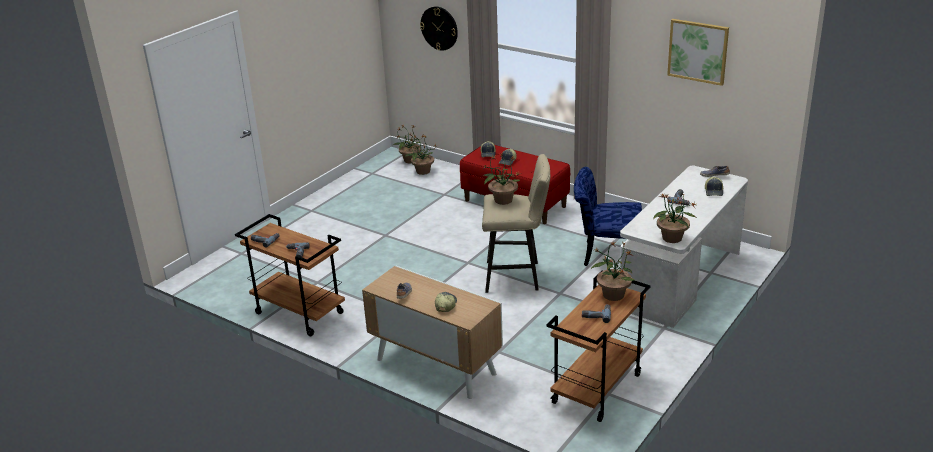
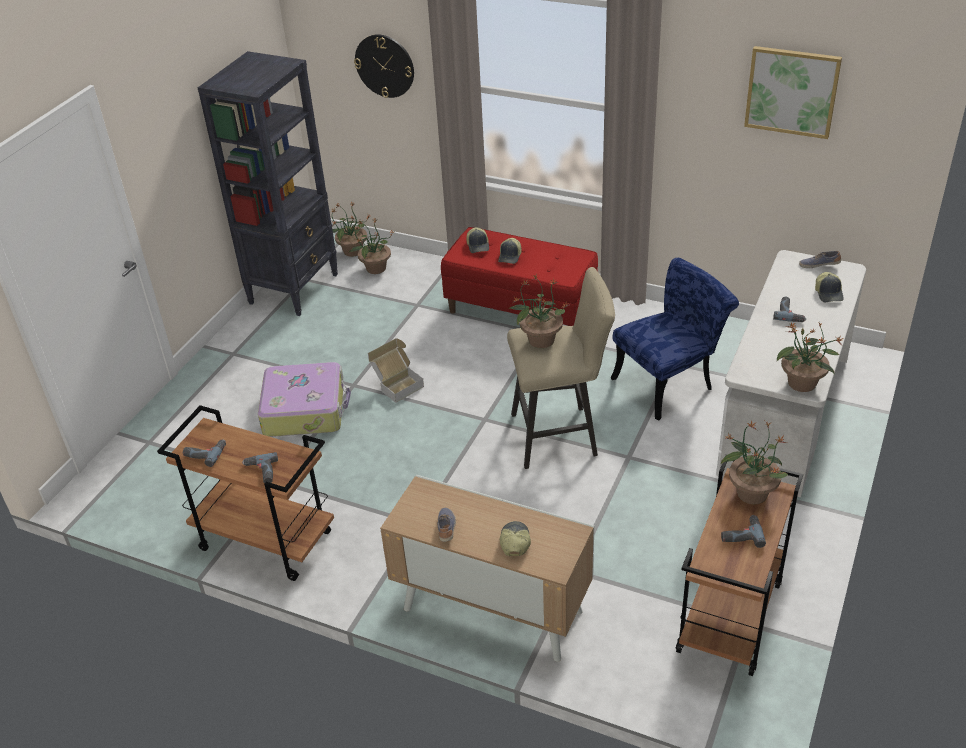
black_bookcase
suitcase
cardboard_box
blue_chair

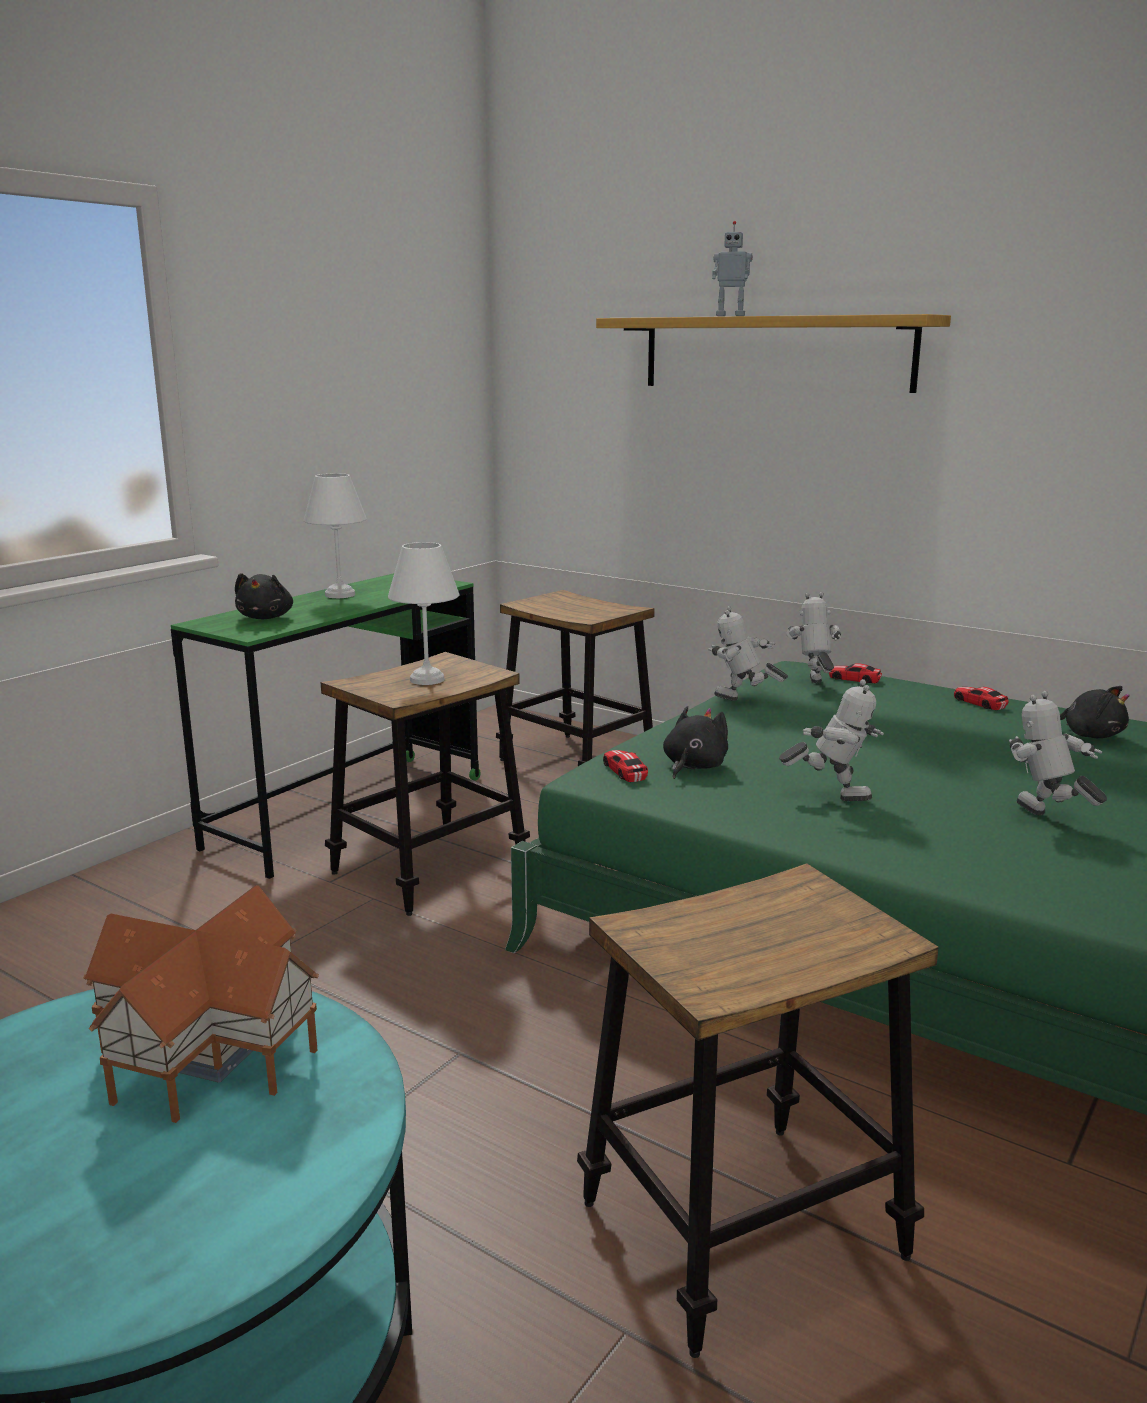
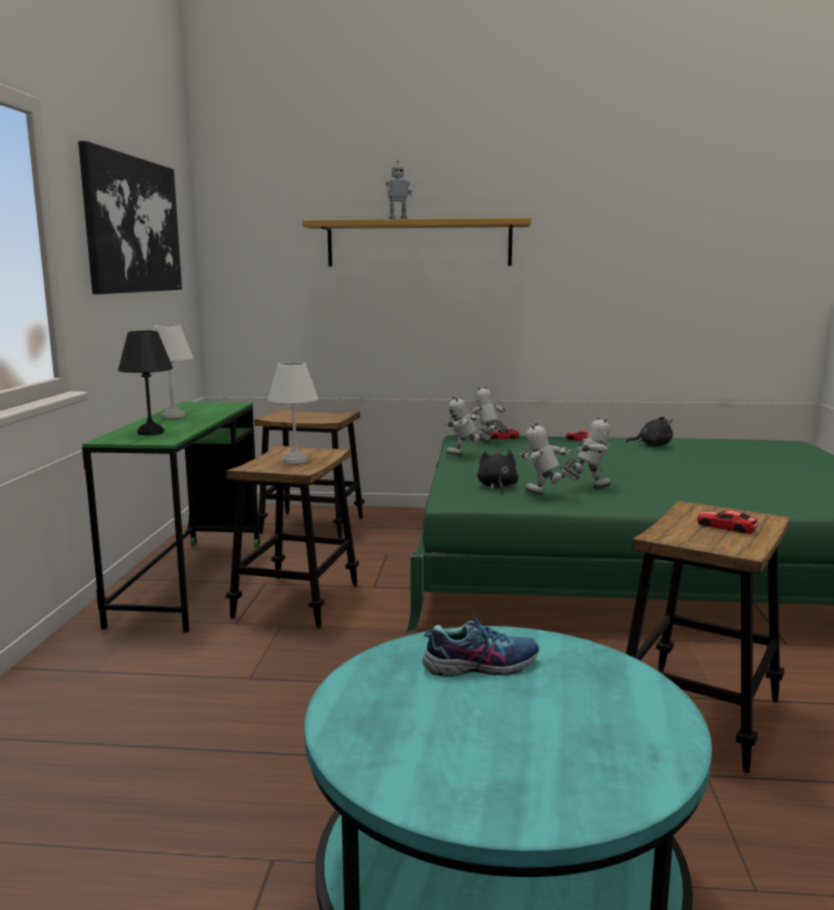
picture
black_table_lamp
shoe
toy_robot (no. 4 from left)
toy_car (no. 3 from left)

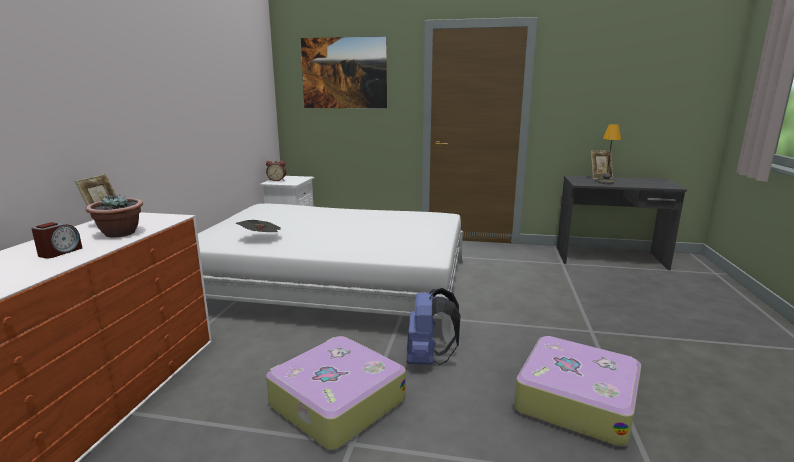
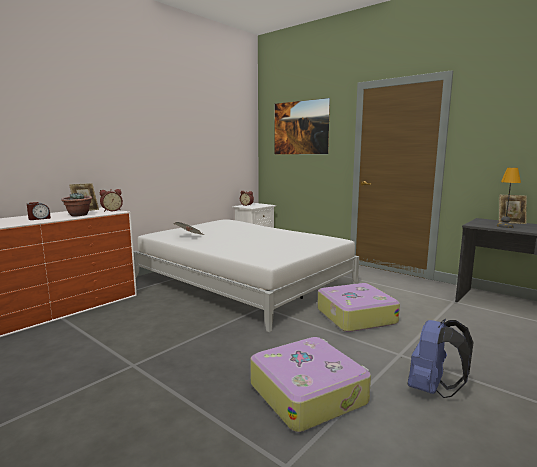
alarm_clock (no. 2 from left)
suitcase (no. 2 from left)
blue_backpack

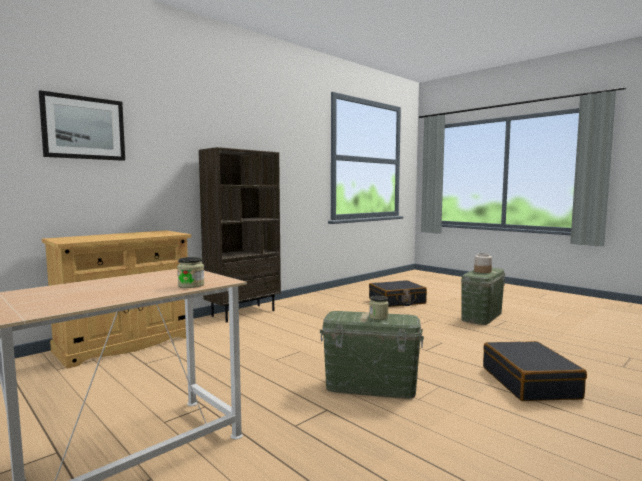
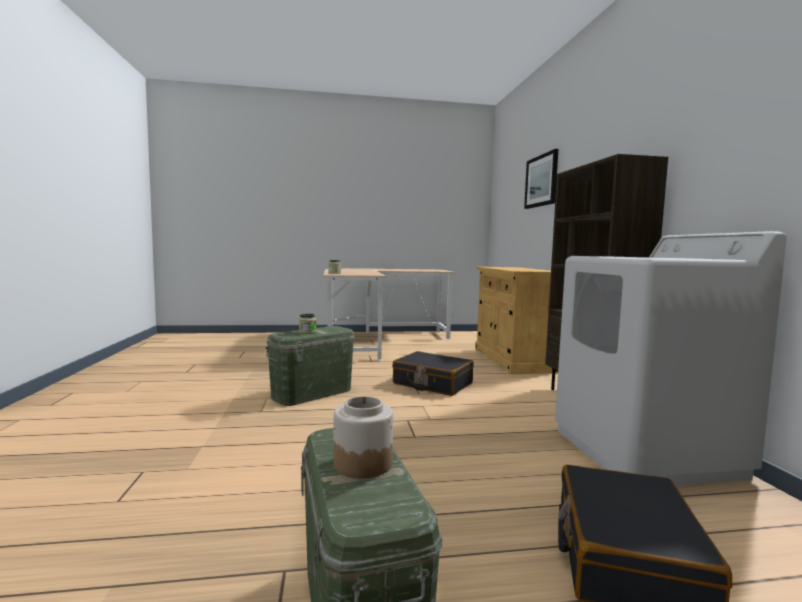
black_suitcase (no. 1 from left)
white_washing_machine

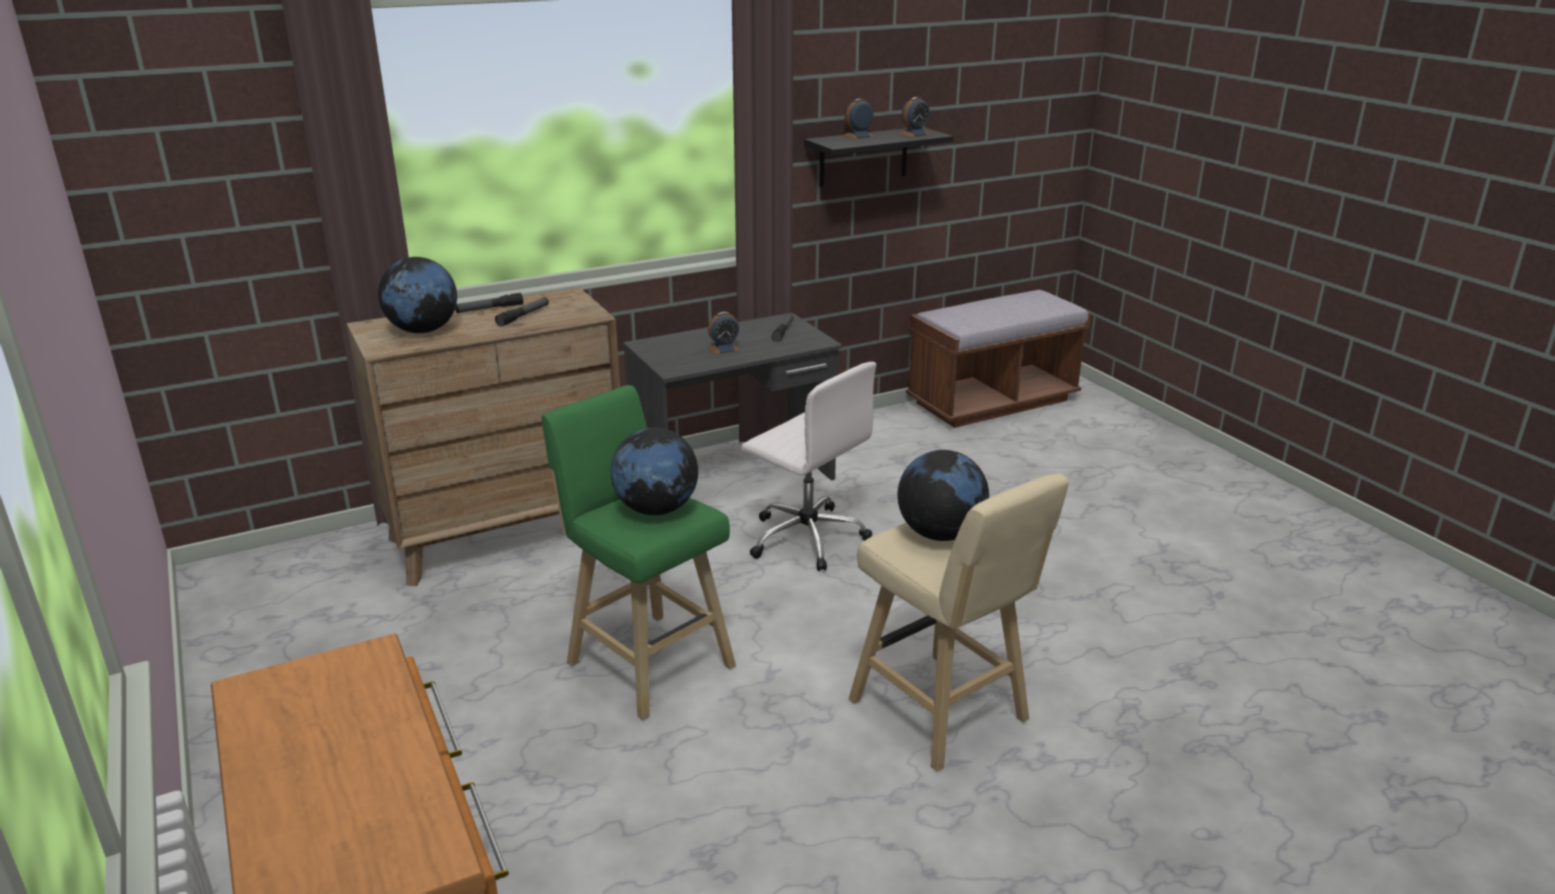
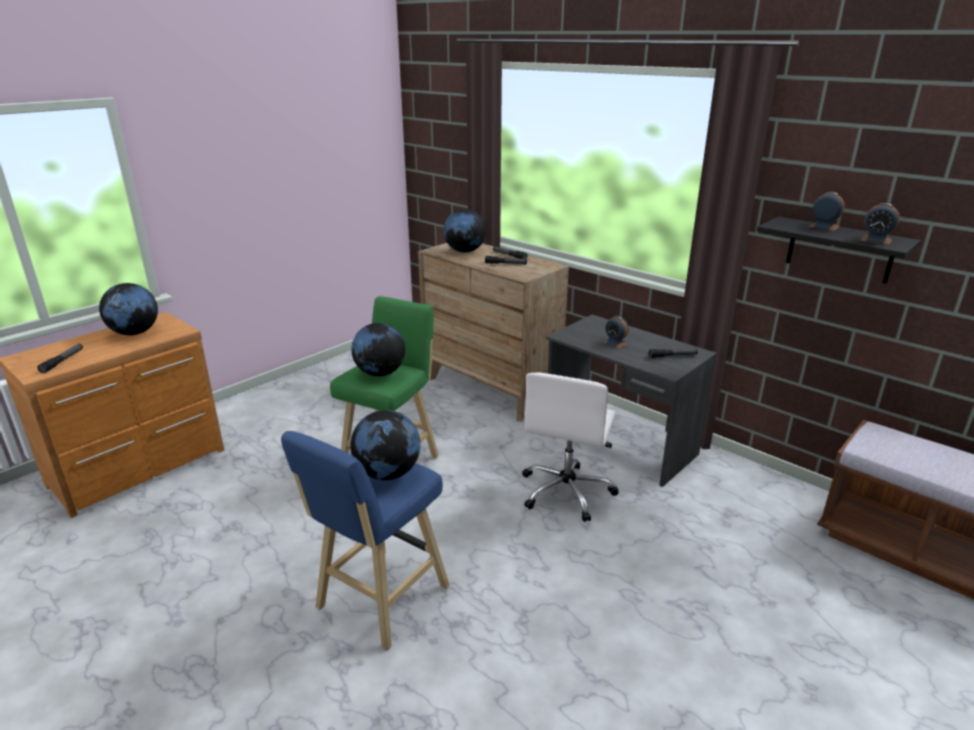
flashlight (no. 1 from left)
globe (no. 1 from left)
blue_stool

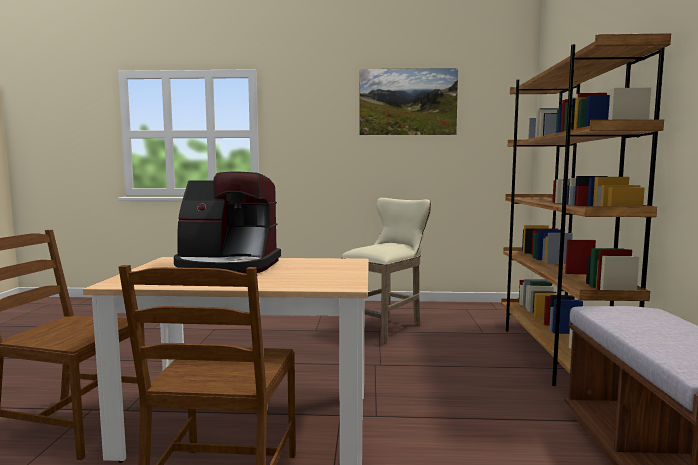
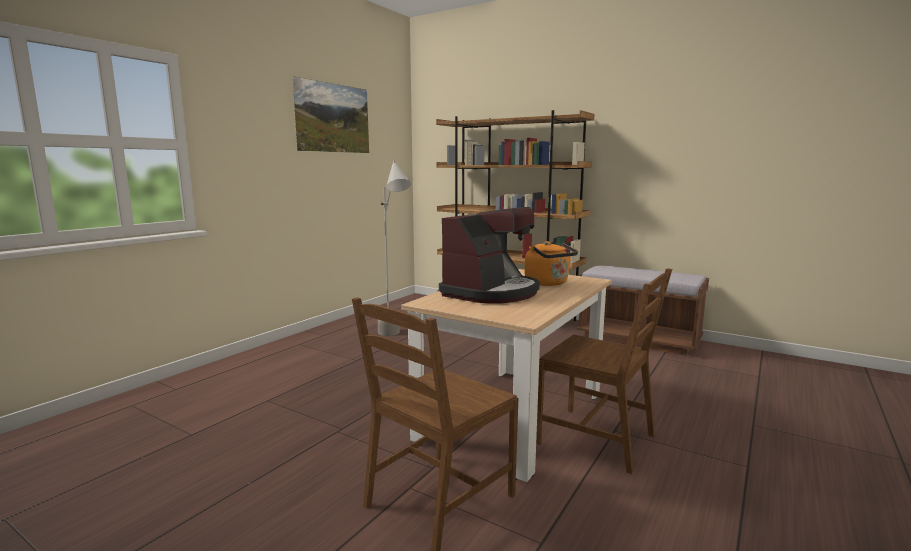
grey_floor_lamp
orange_kettle

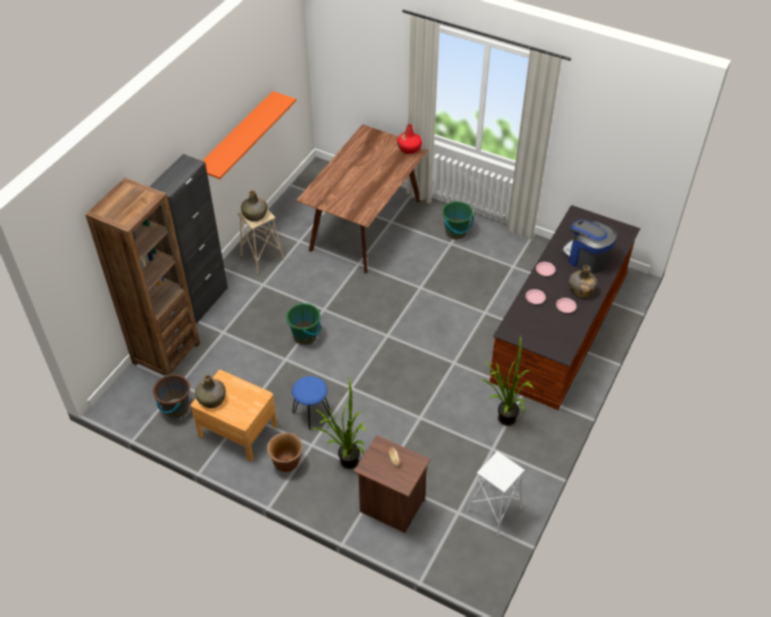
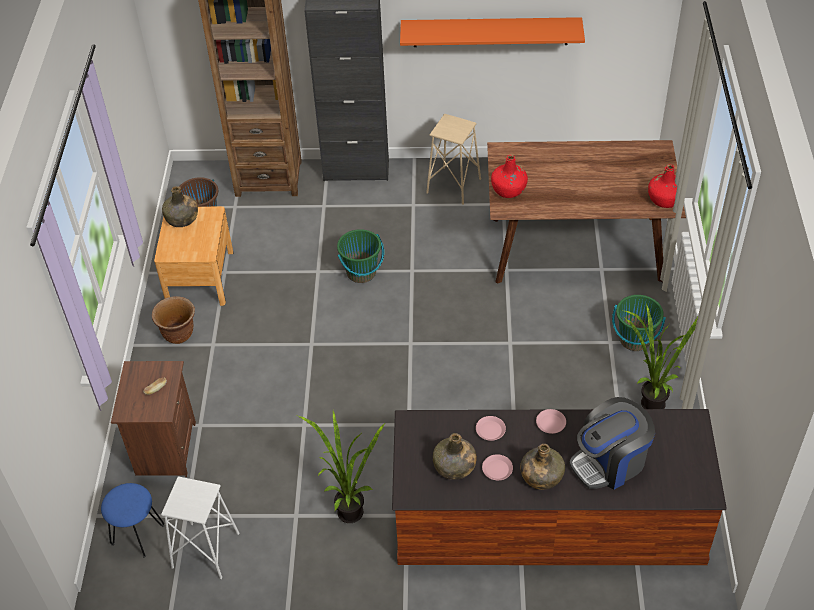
blue_stool
green_bottle (no. 2 from left)
red_bottle (no. 1 from left)
coffee_machine
potted_plant (no. 2 from left)

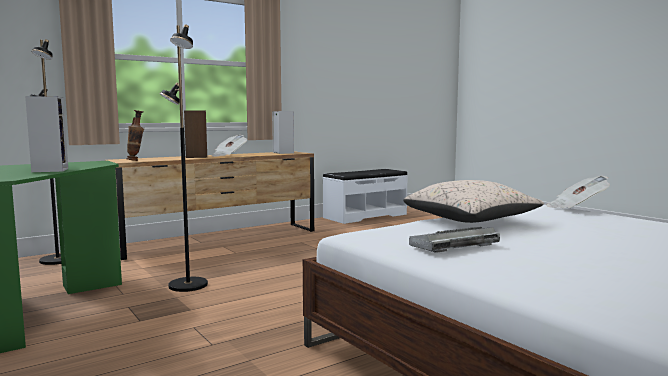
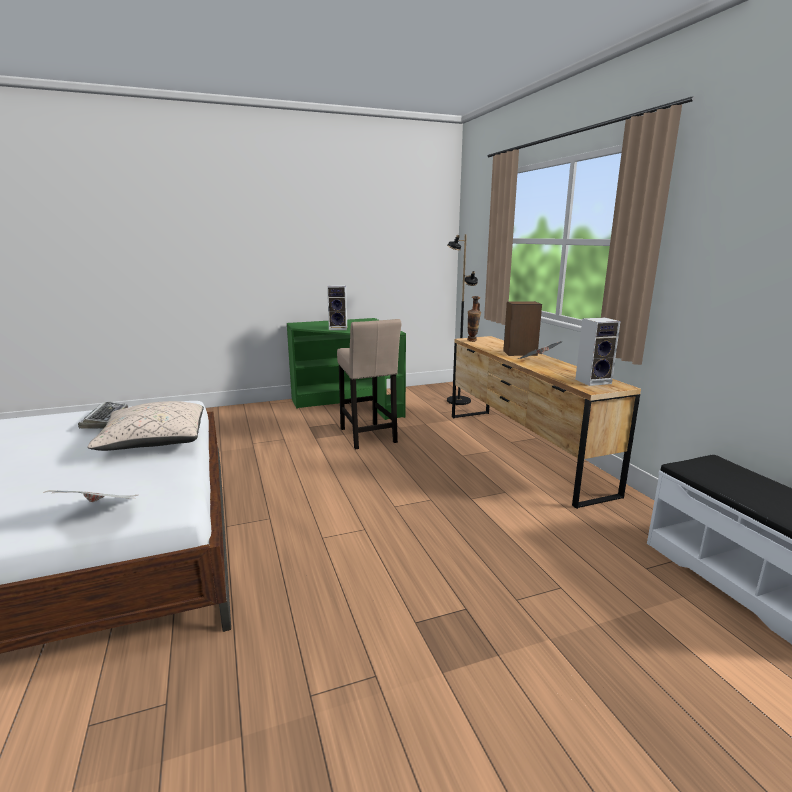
beige_stool

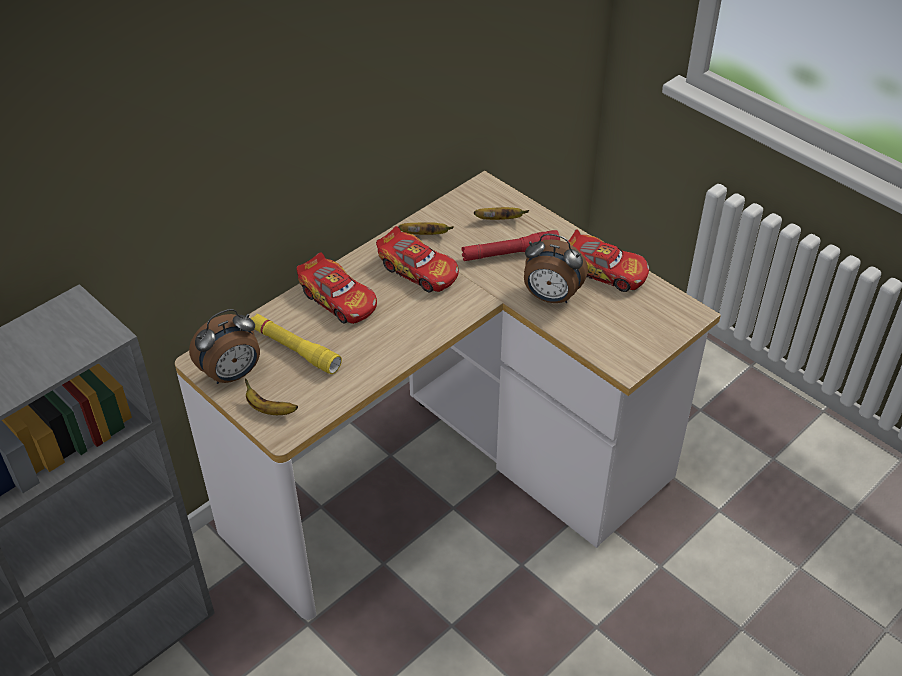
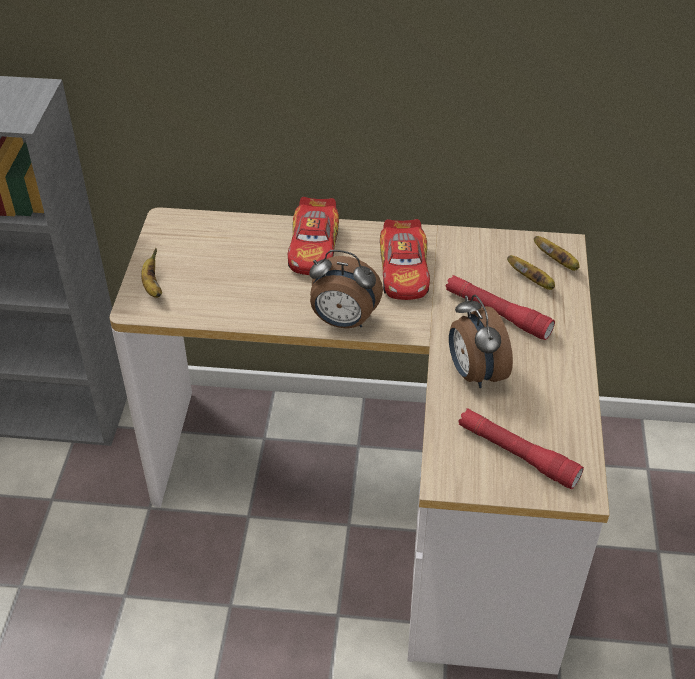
alarm_clock (no. 1 from left)
red_flashlight (no. 2 from left)
banana (no. 3 from left)
yellow_flashlight
toy_car (no. 3 from left in the first image)

